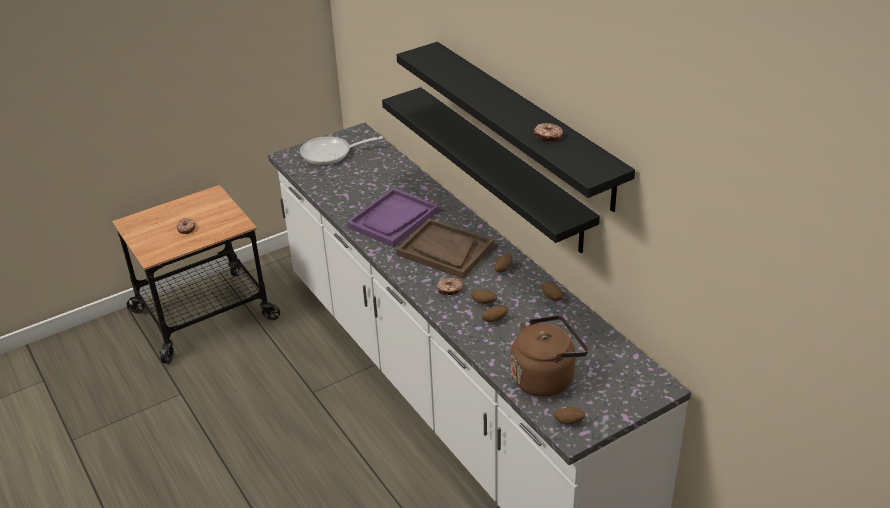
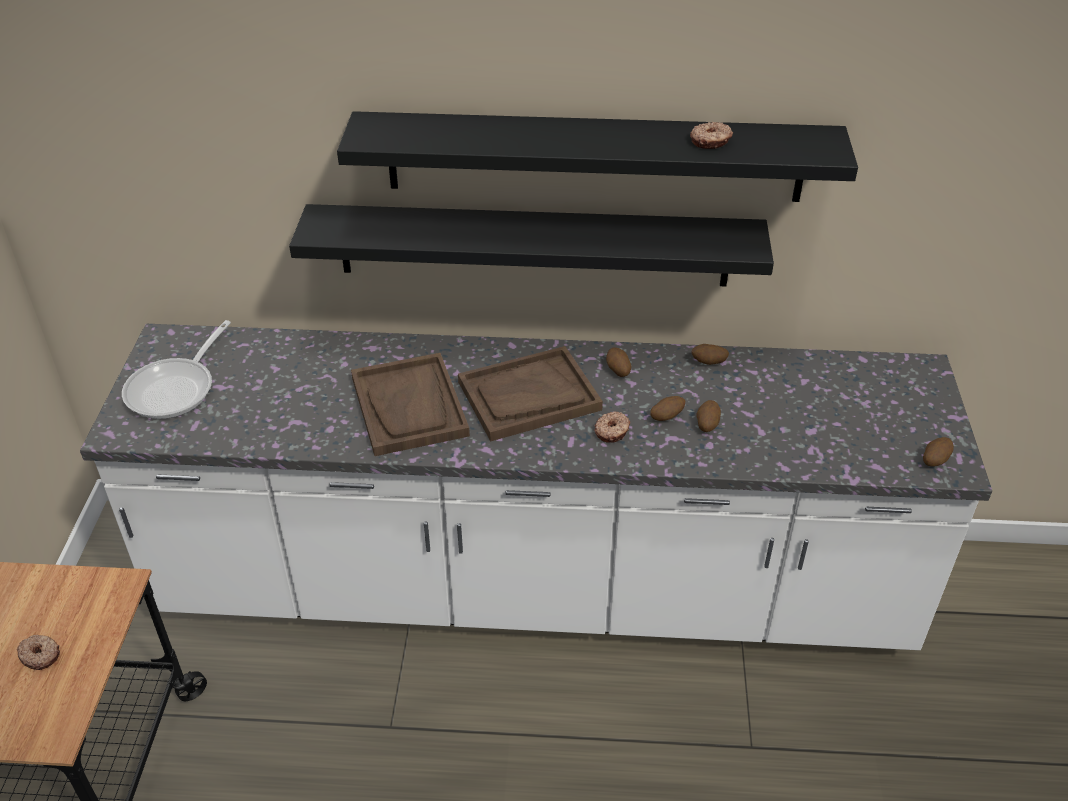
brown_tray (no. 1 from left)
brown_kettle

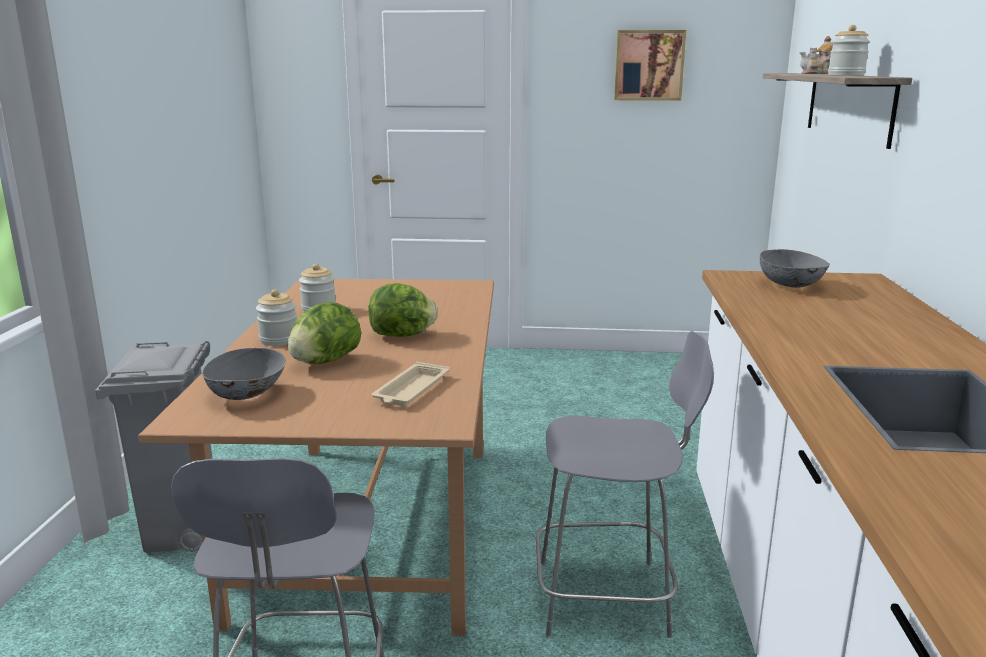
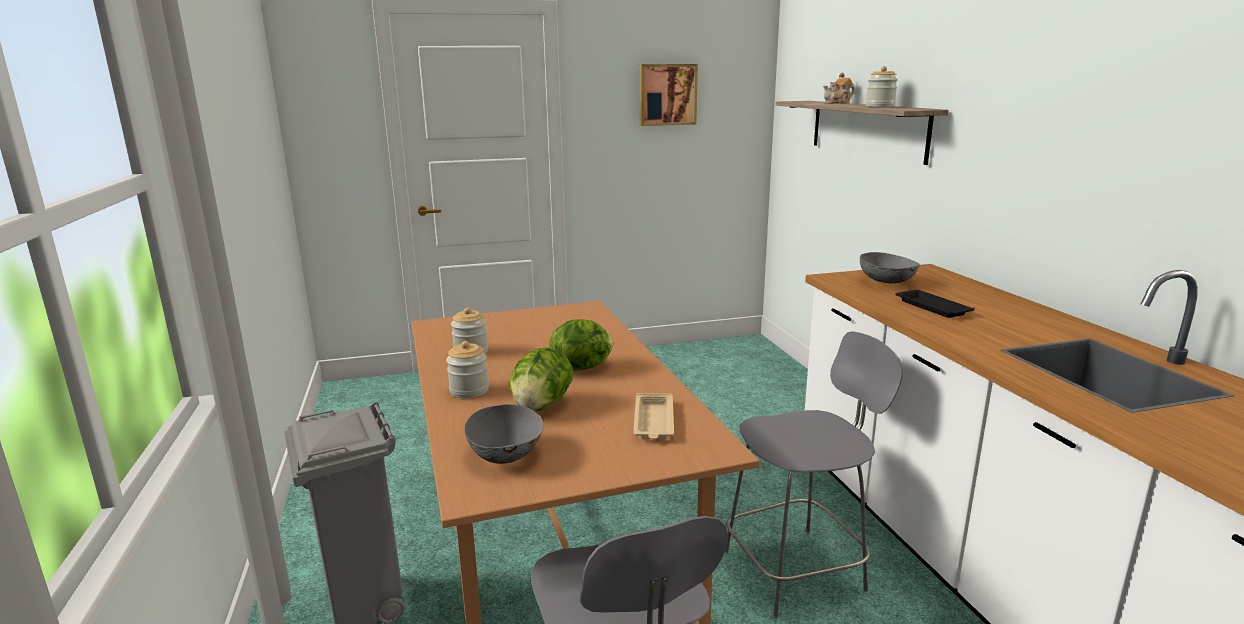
black_tray

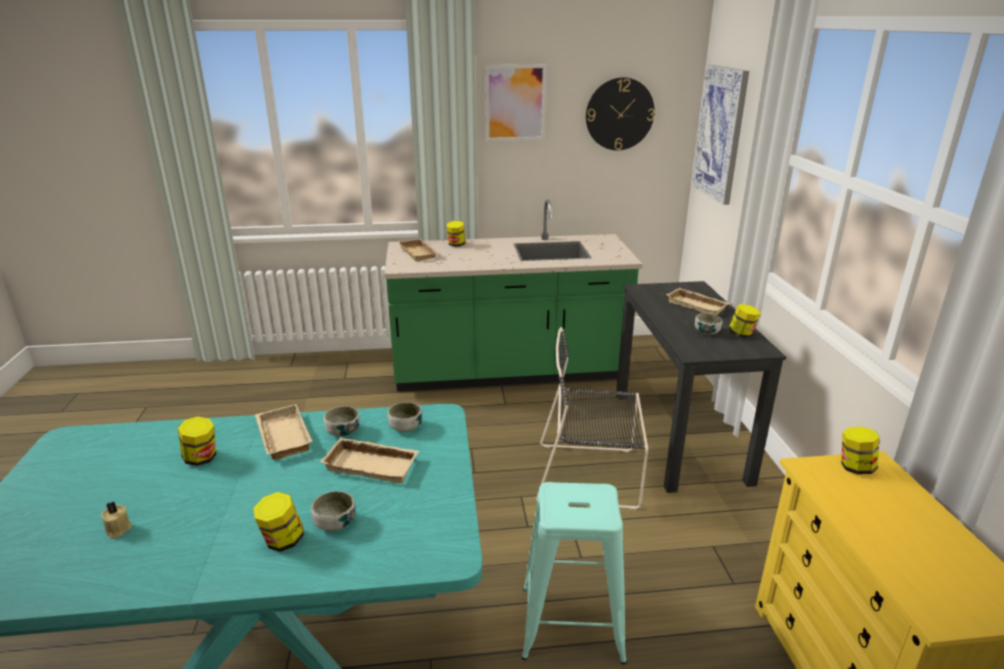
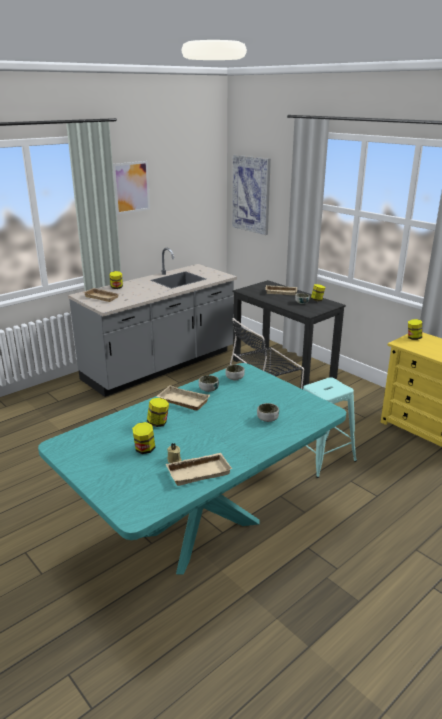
grey_counter
jar (no. 2 from left)
beige_tray (no. 3 from left)
wall_clock

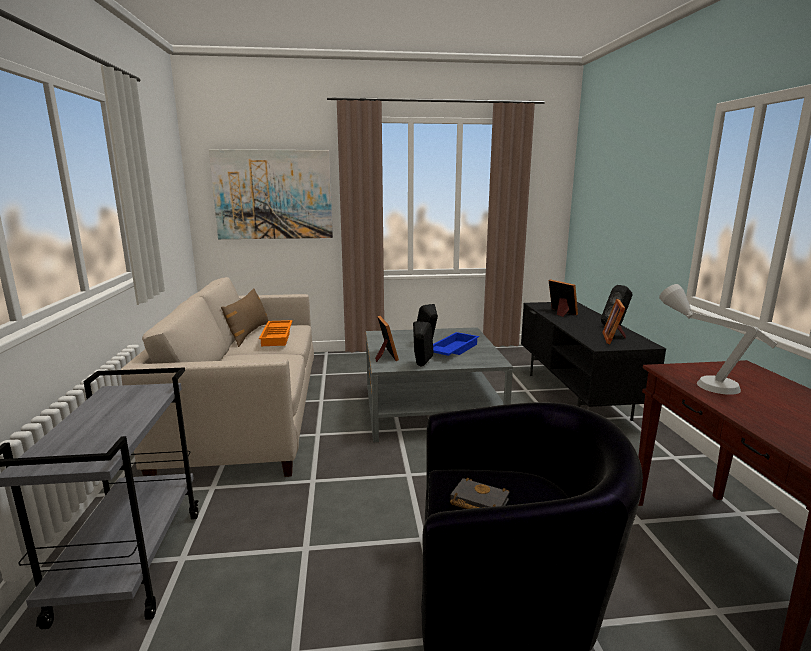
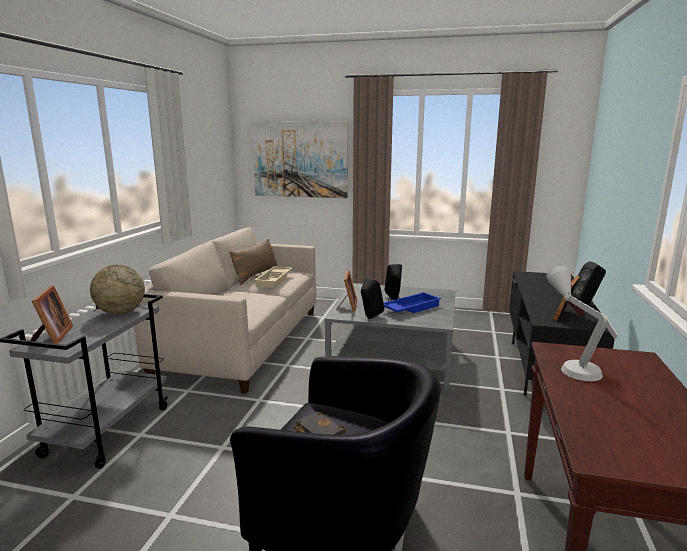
picture_frame (no. 1 from left)
globe
beige_tray

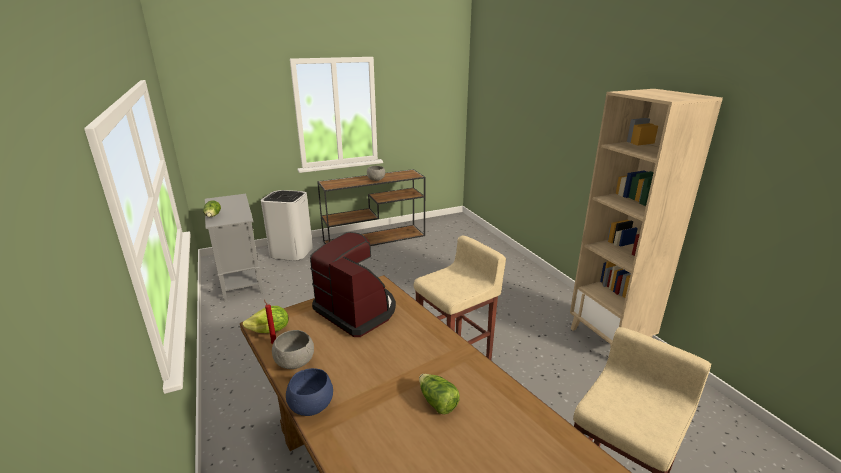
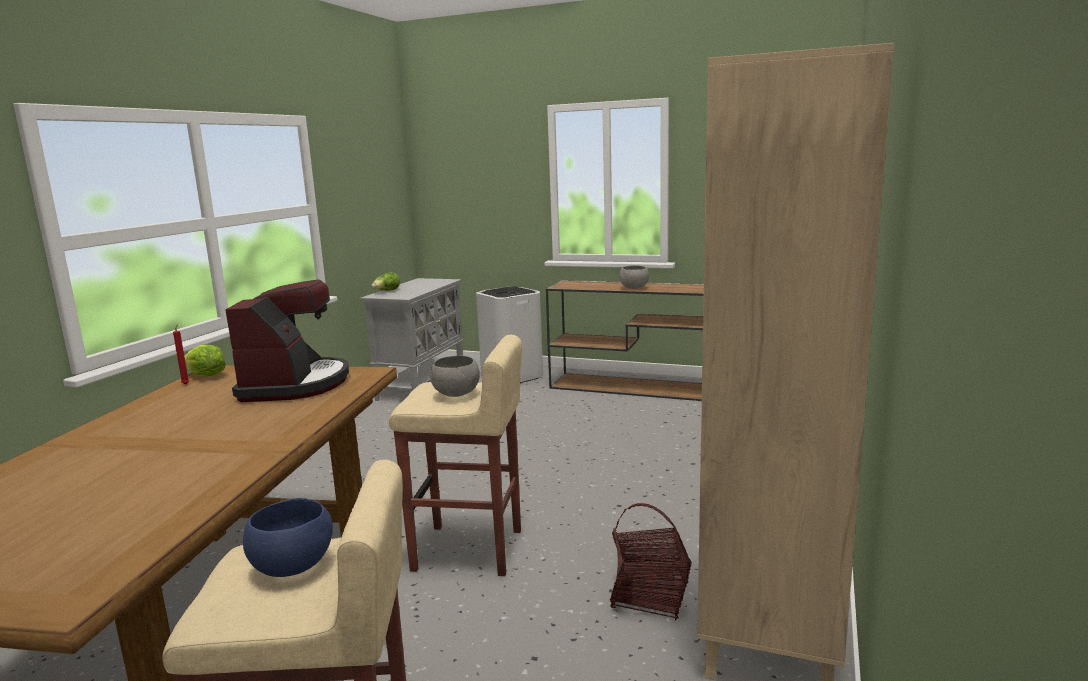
blue_bowl
grey_bowl (no. 1 from left)
basket
lettuce (no. 3 from left in the first image)

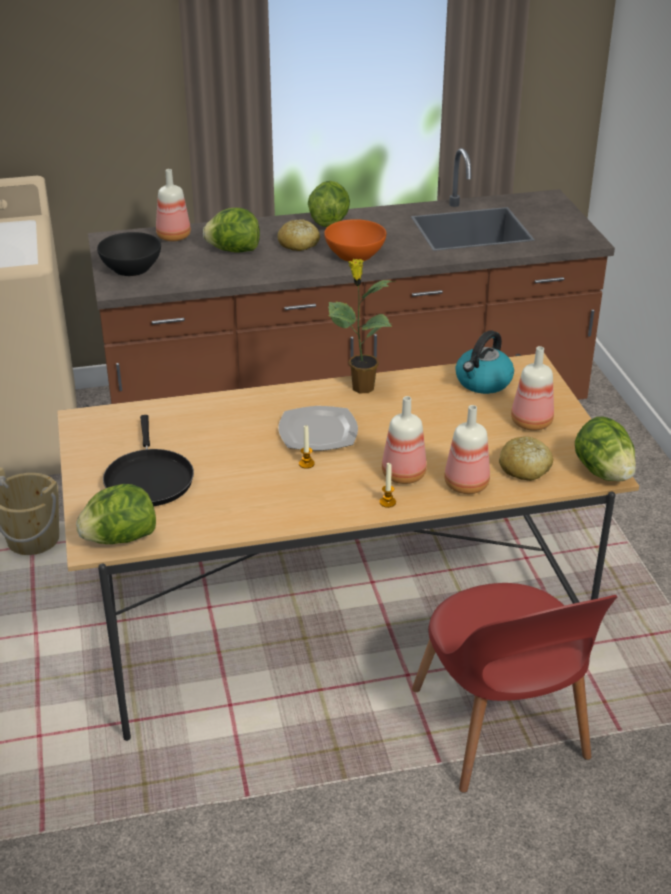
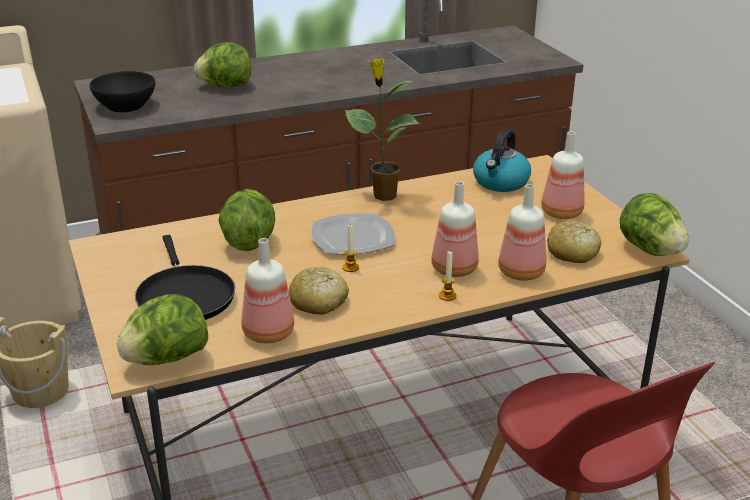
lettuce (no. 3 from left)
bottle (no. 1 from left)
bread (no. 1 from left)
orange_bowl

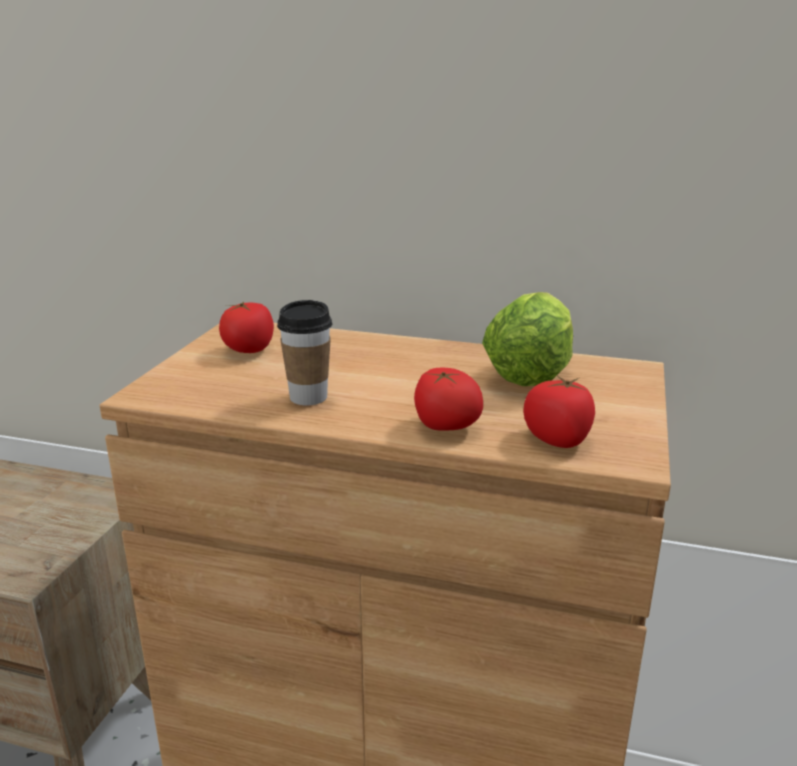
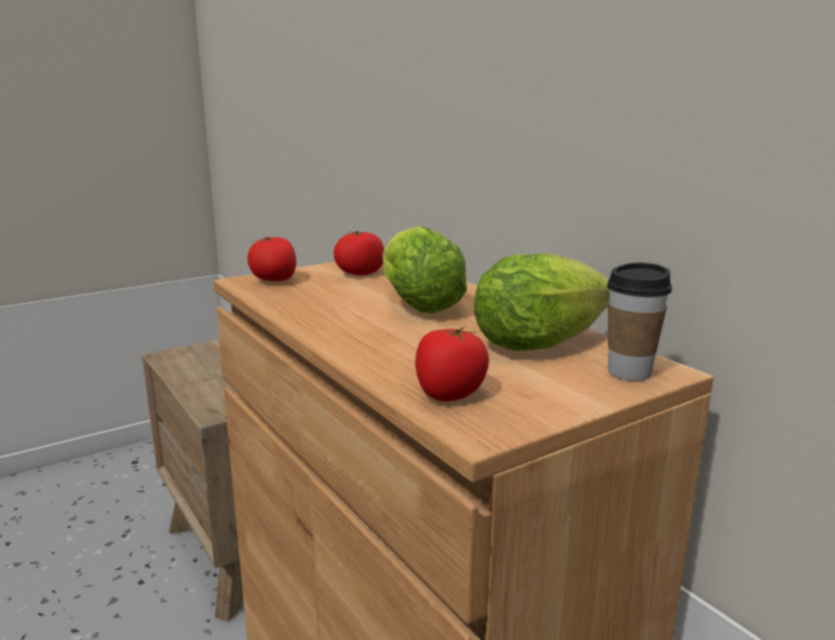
tomato (no. 1 from left)
lettuce (no. 1 from left)
cup

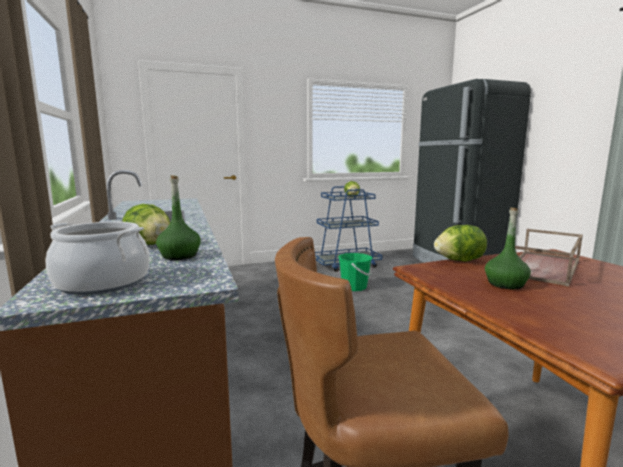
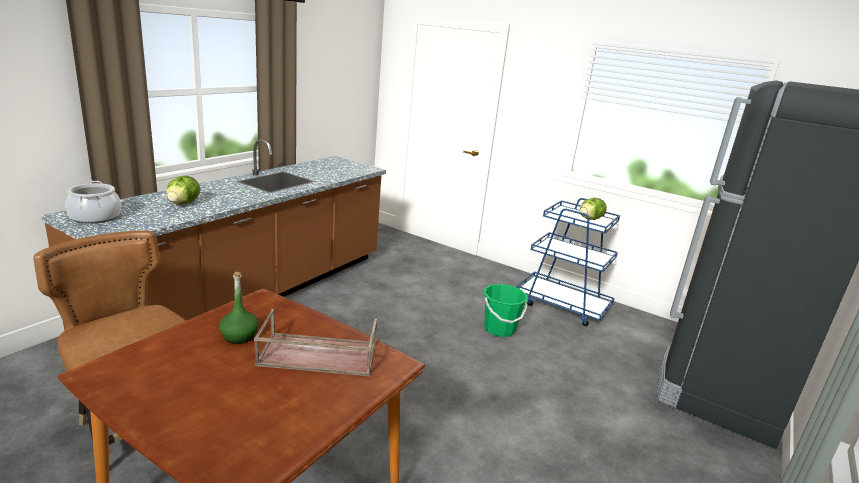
green_bottle (no. 1 from left in the first image)
lettuce (no. 3 from left in the first image)

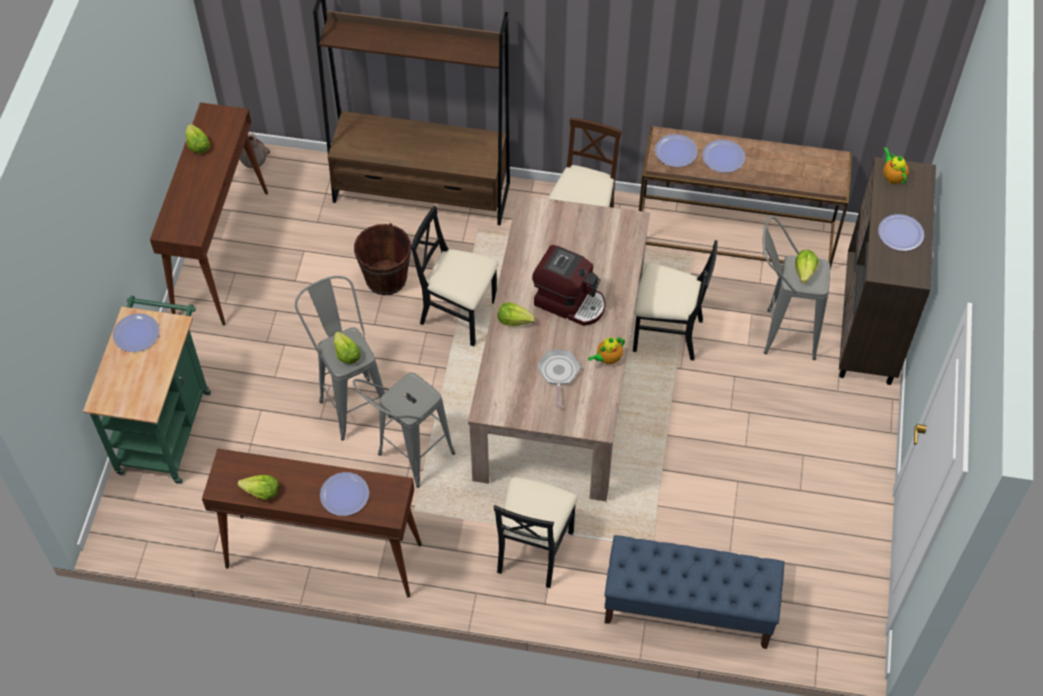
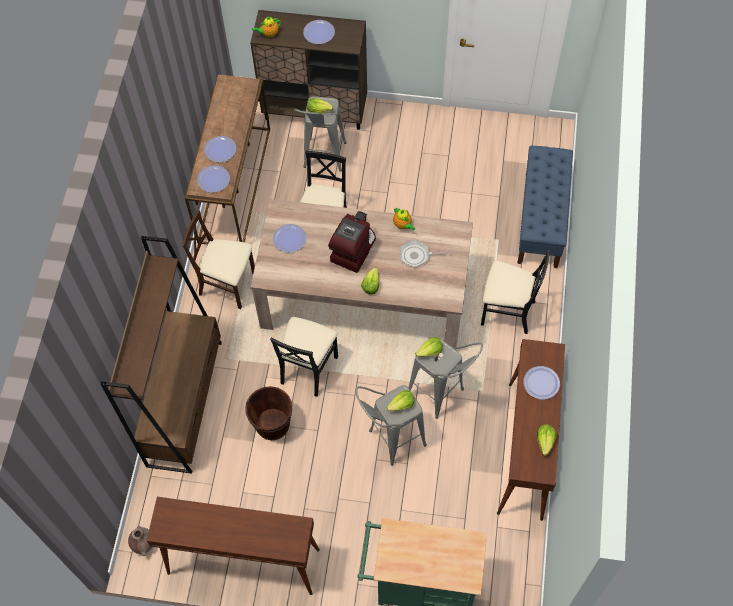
plate (no. 3 from left)
lettuce (no. 4 from left)

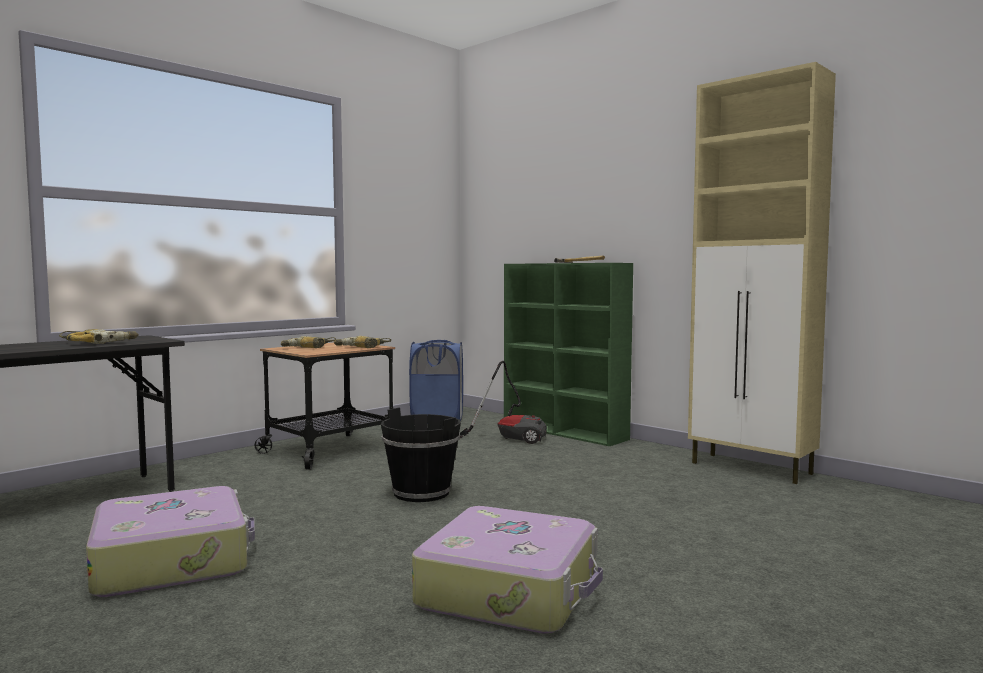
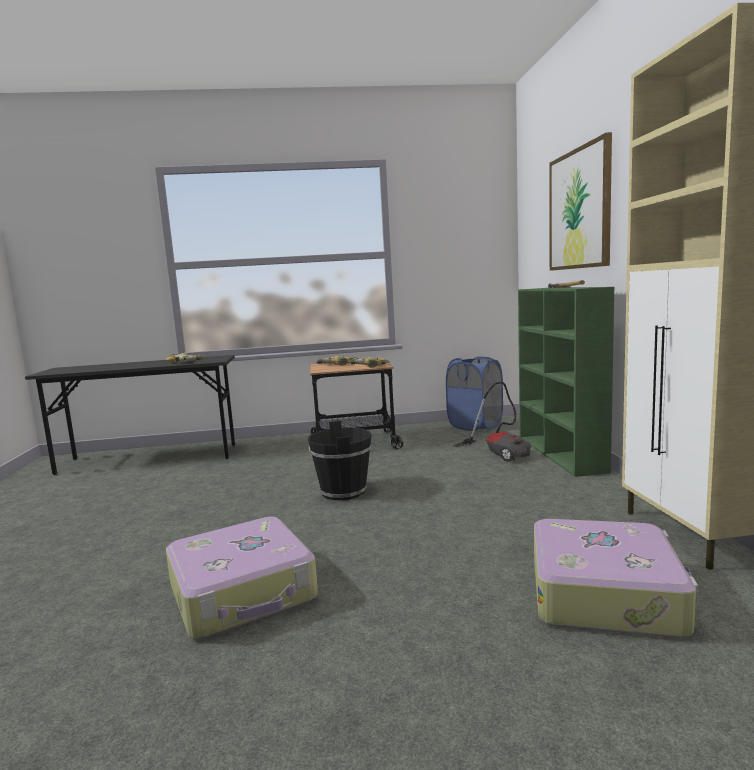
suitcase (no. 2 from left)
picture

